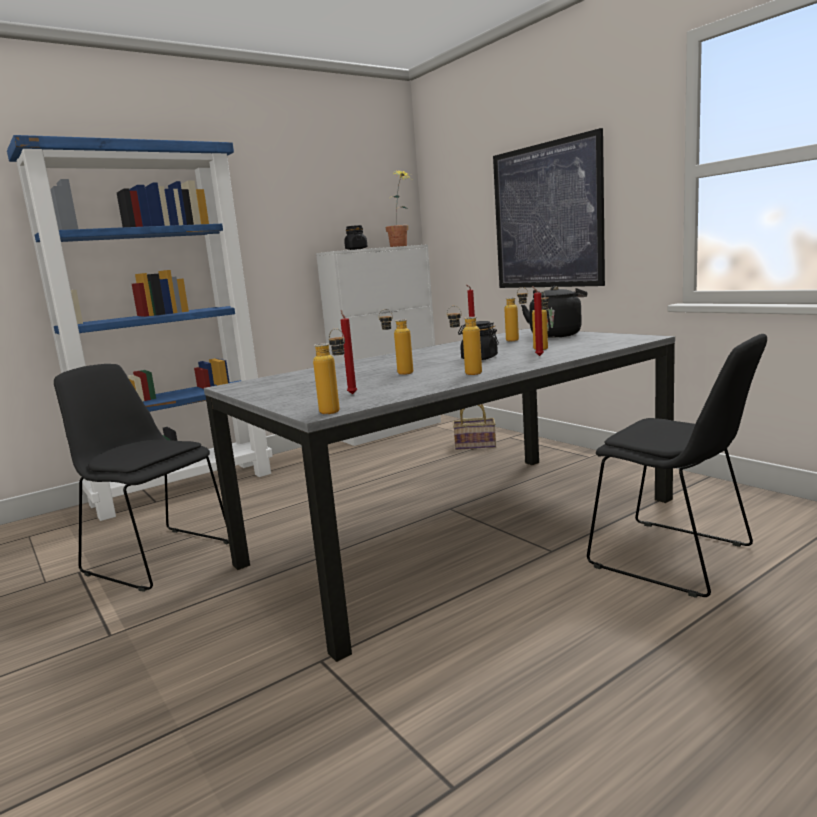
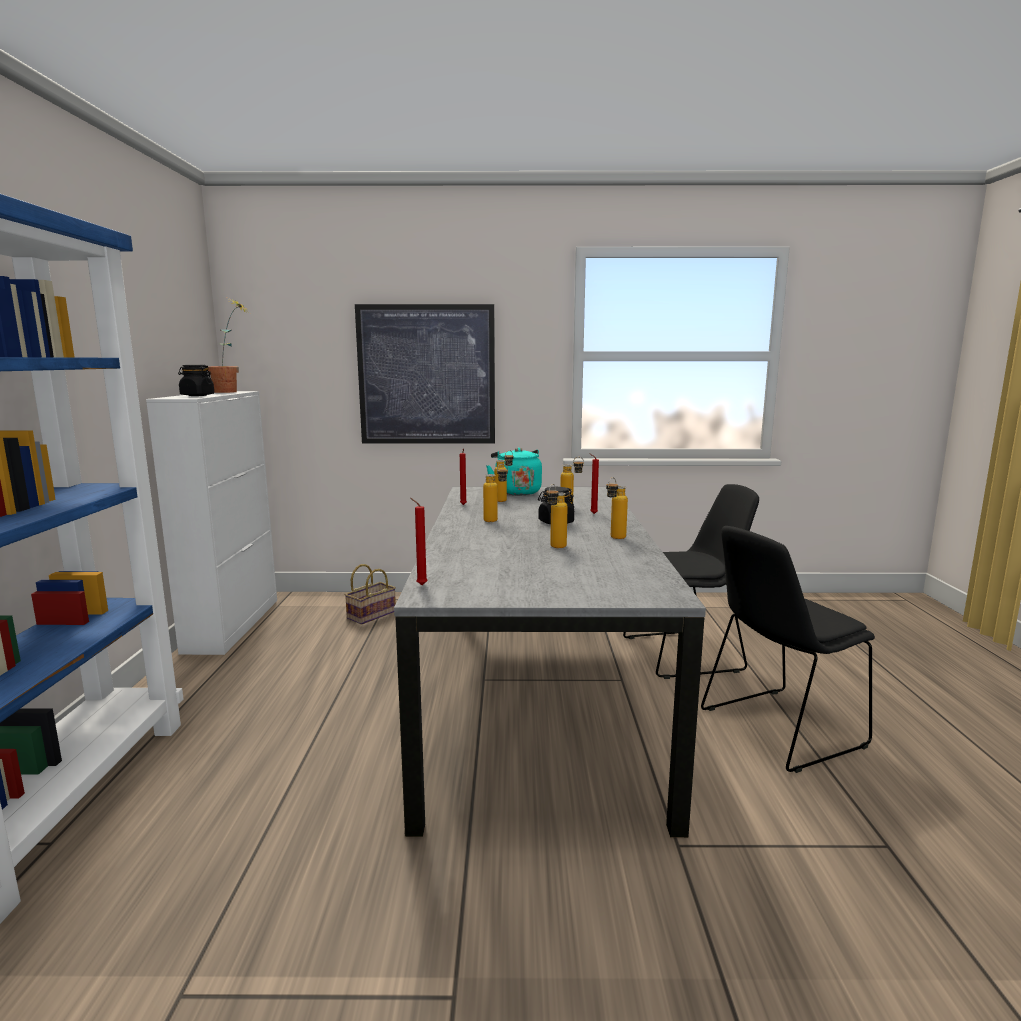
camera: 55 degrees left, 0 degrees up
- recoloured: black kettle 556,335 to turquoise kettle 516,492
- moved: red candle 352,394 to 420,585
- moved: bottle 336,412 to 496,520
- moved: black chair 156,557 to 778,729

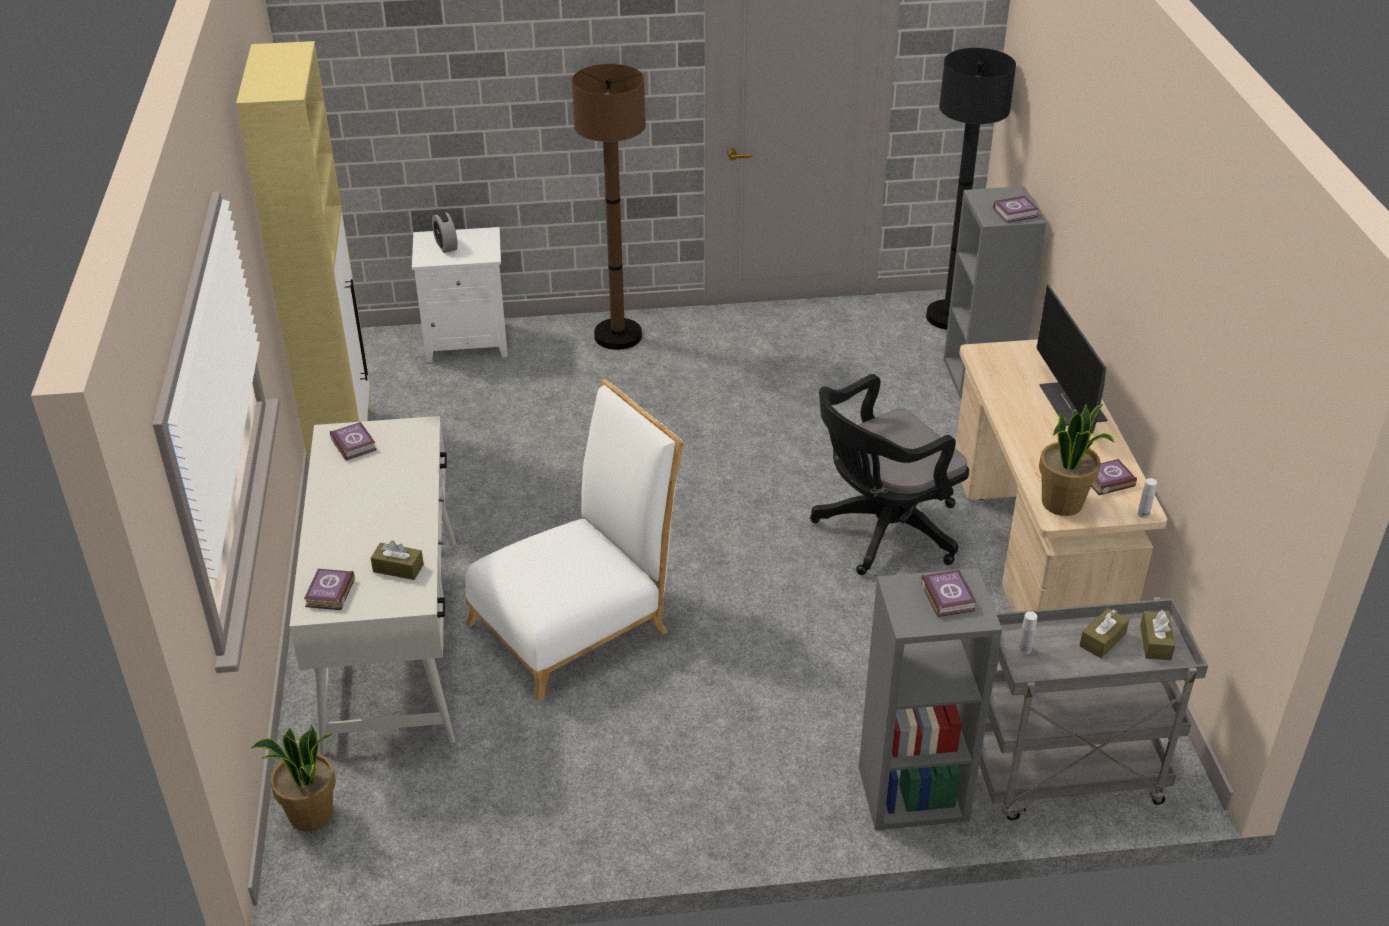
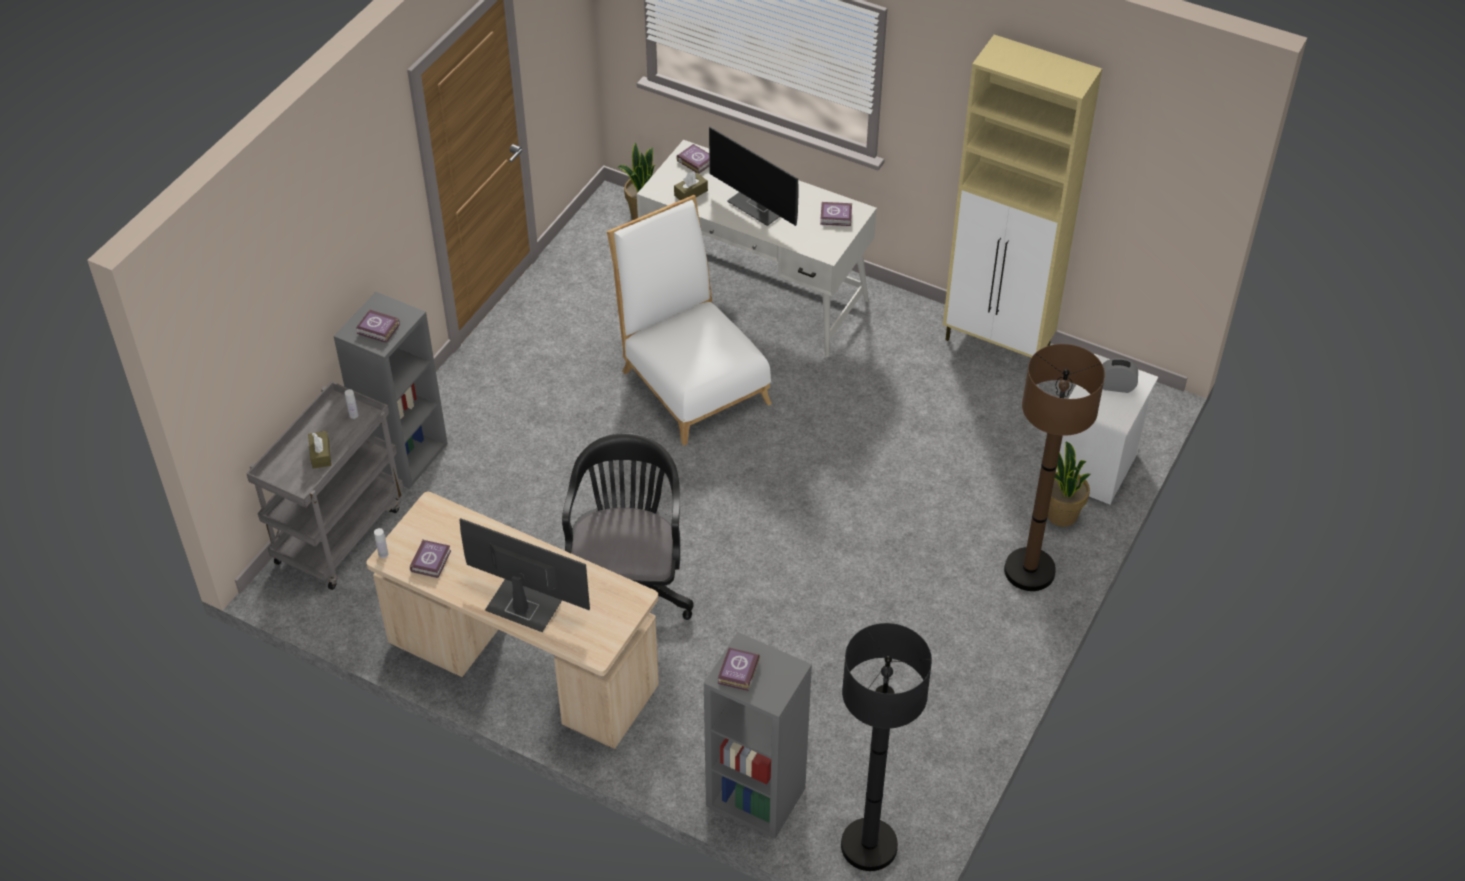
camera: 125 degrees right, 10 degrees up
- turned: white chair 578,622 = 691,380 150 degrees clockwise
- moved: potted plant 1063,503 to 1061,515
- removed: brown tissue box 1155,642
- added: monitor 760,206

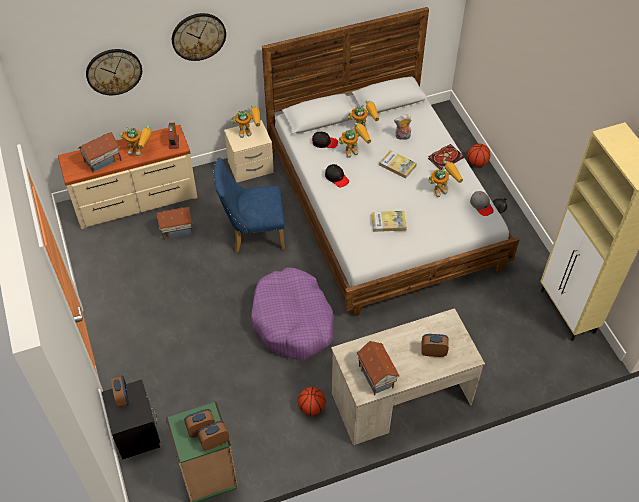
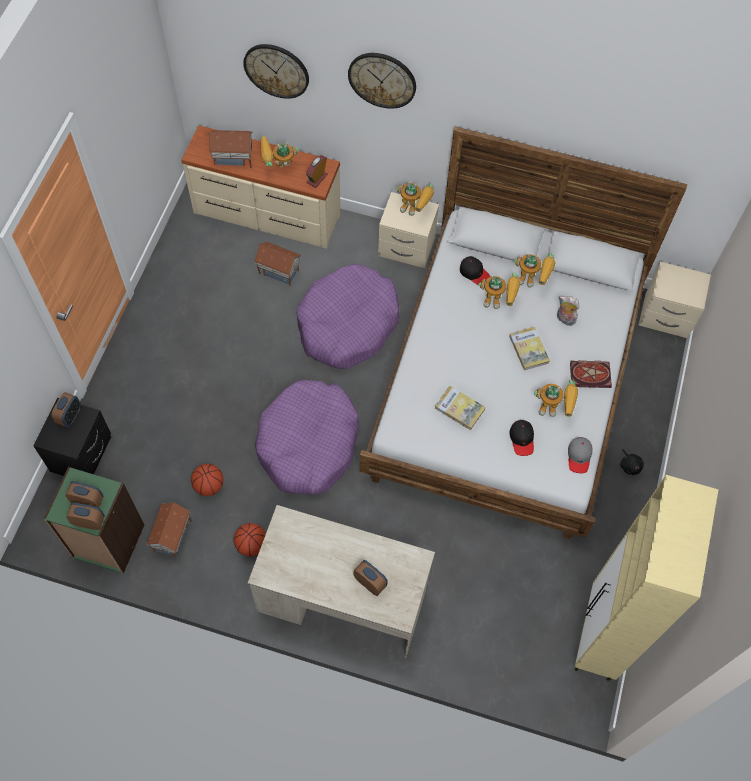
camera: 35 degrees right, 10 degrees up
- turned: toy robot 141,151 = 277,168 120 degrees clockwise
- moved: basketball 477,162 to 209,485
- replaced: blue chair 253,234 to purple dog bed 347,324
- moved: black cap 336,178 to 522,439
- moved: toy house 377,375 to 173,536
- added: beige nightstand 665,317

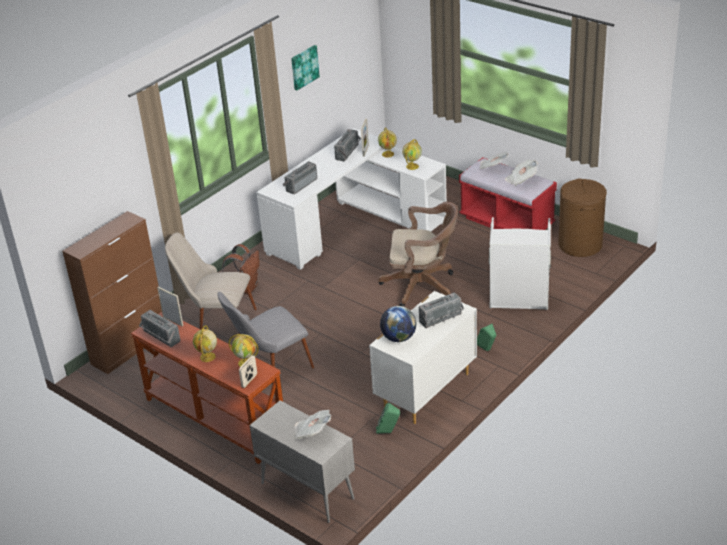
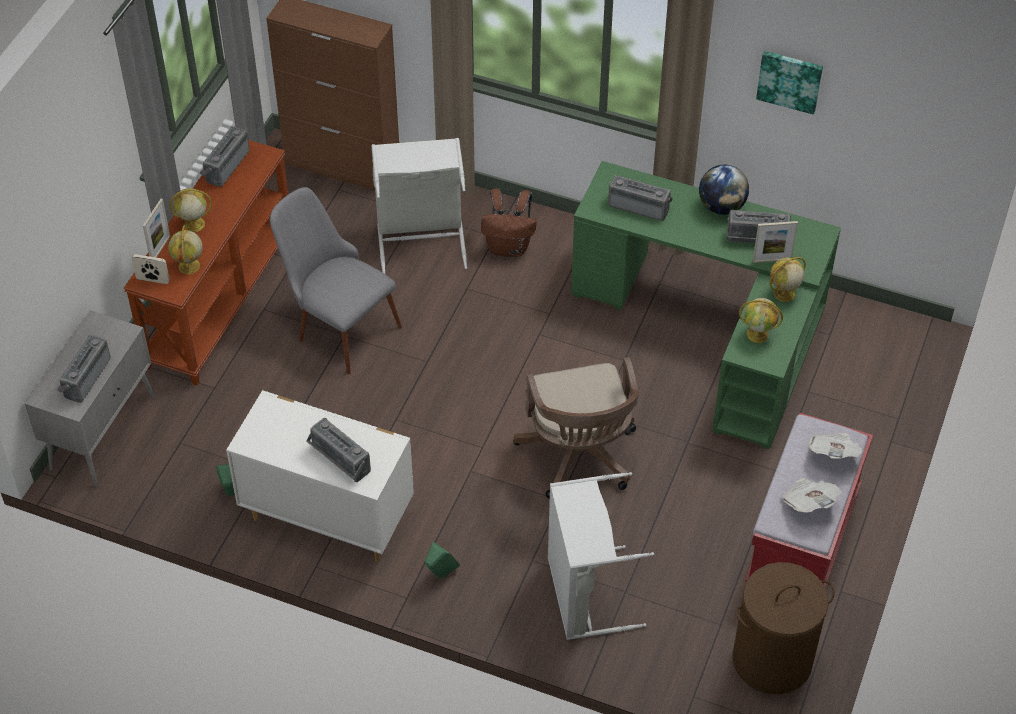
camera: 70 degrees right, 15 degrees up
- recoloured: white desk 352,225 to green desk 713,328
- replaced: beige chair 217,322 to grey laundry basket 421,239
- moved: picture frame 173,321 to 160,249
- moved: globe 398,338 to 721,206
- replaced: newspaper 312,432 to radio 84,377

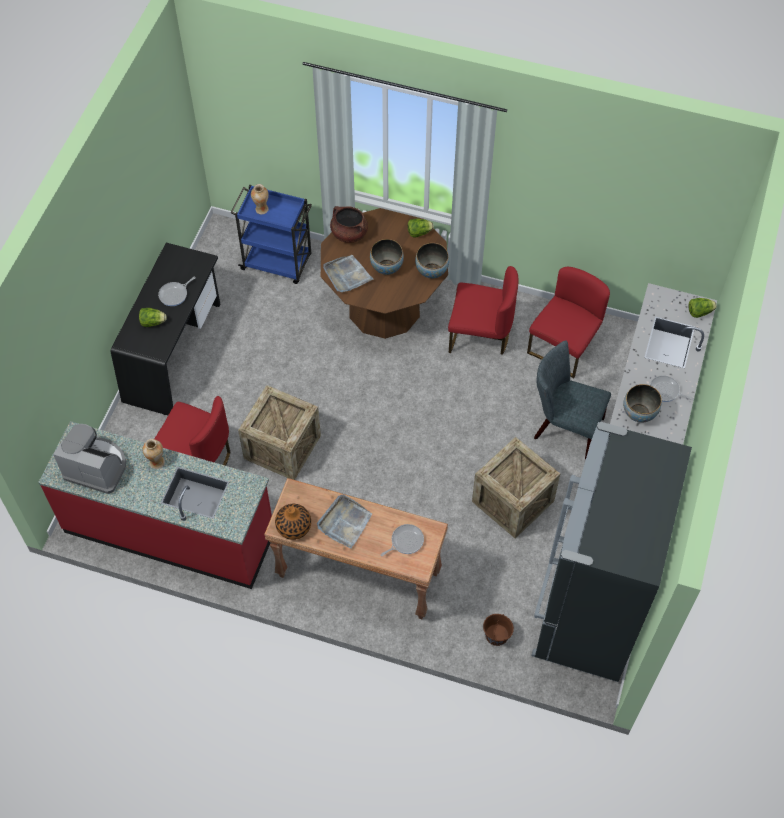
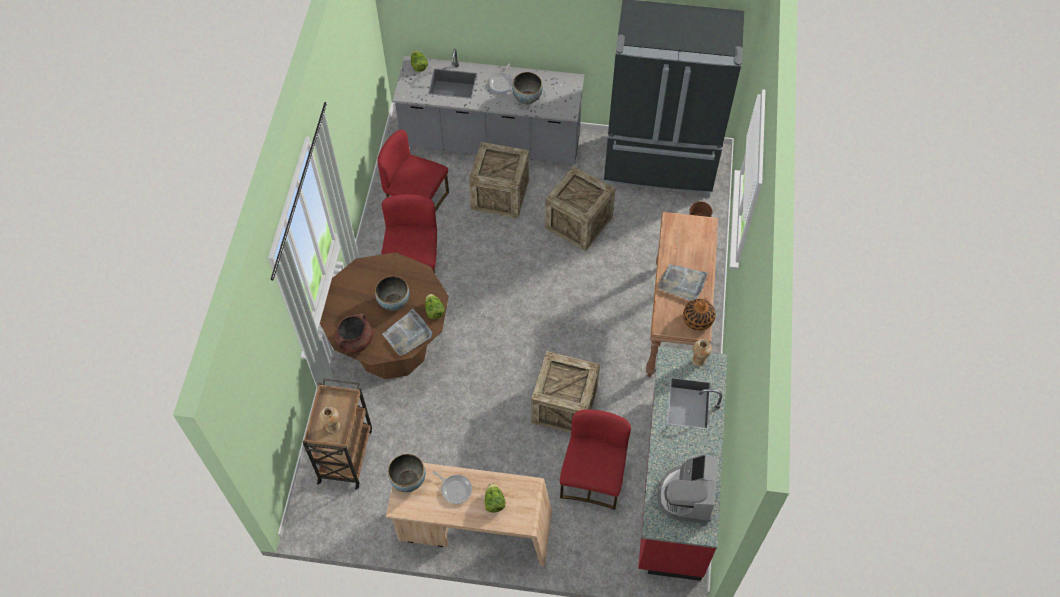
camera: 100 degrees left, 0 degrees up
- recoloured: blue cart 278,263 to brown cart 346,454
- moved: lettuce 419,232 to 434,311
- recoloured: black desk 175,353 to beige desk 474,529
- moved: bowl 431,271 to 408,480
- replaced: grey chair 564,427 to crate 500,195
- moved: vase 157,462 to 699,360
- removed: frying pan 405,541

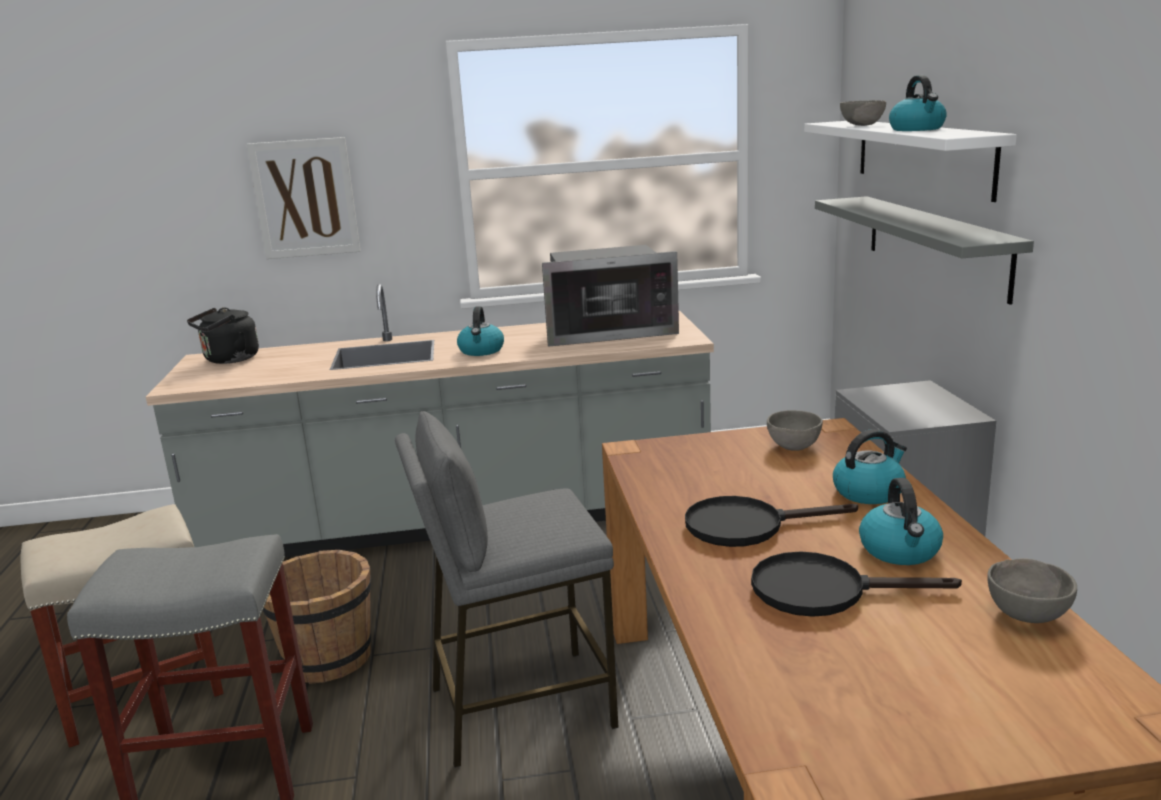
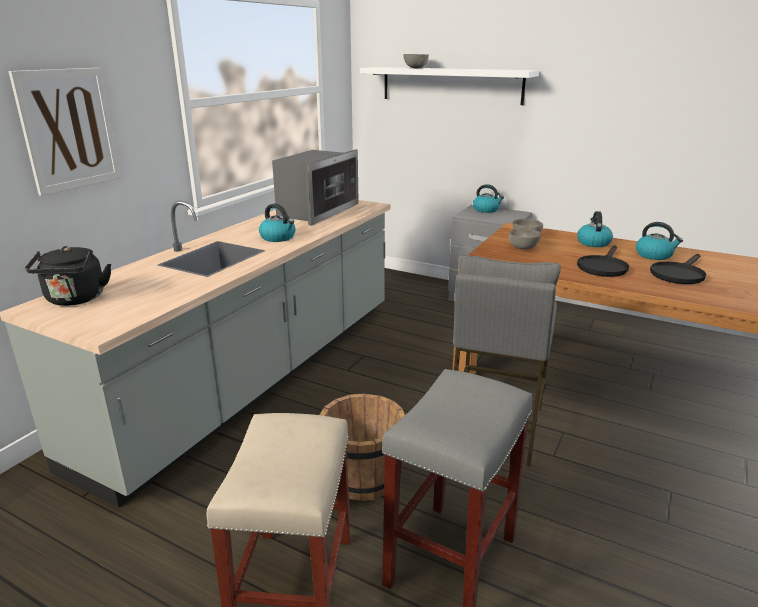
camera: 55 degrees left, 5 degrees up
- moved: kettle 917,129 to 486,210
- removed: grey shelf 934,244
- moved: grey bowl 1028,615 to 523,248

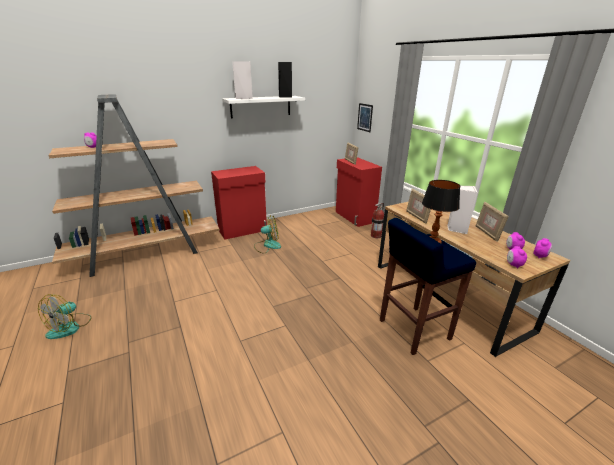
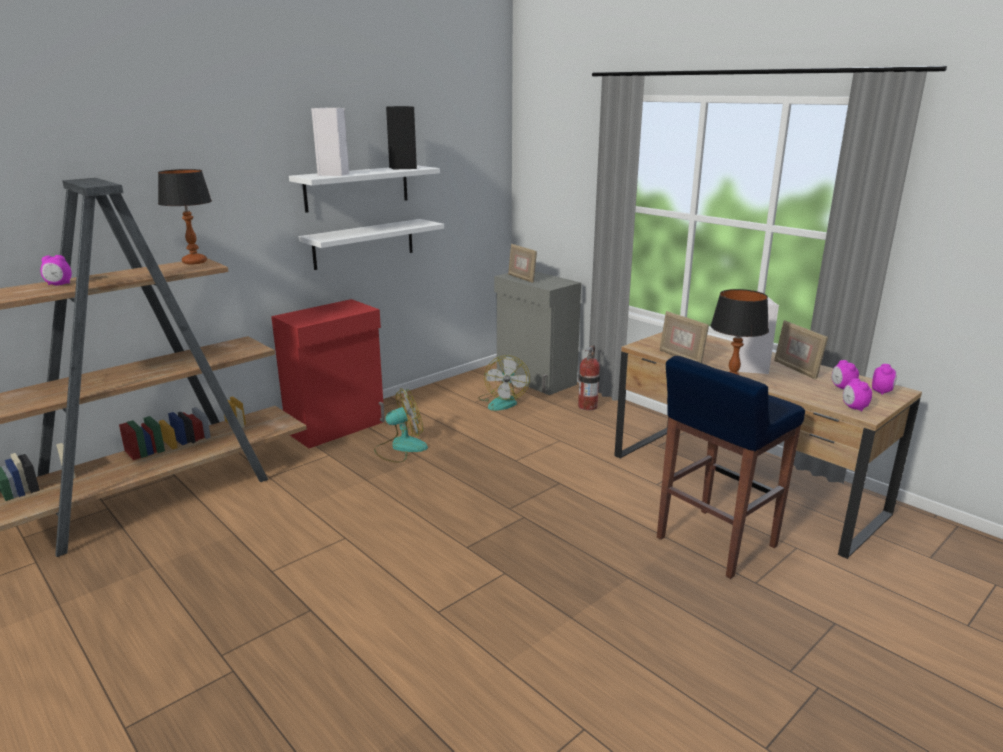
camera: 15 degrees left, 5 degrees down
- removed: picture 365,117
- recoloured: red cabinet 354,217 to grey cabinet 535,379
- moved: fan 70,327 to 502,401
- added: table lamp 194,262
- added: white shelf 364,244

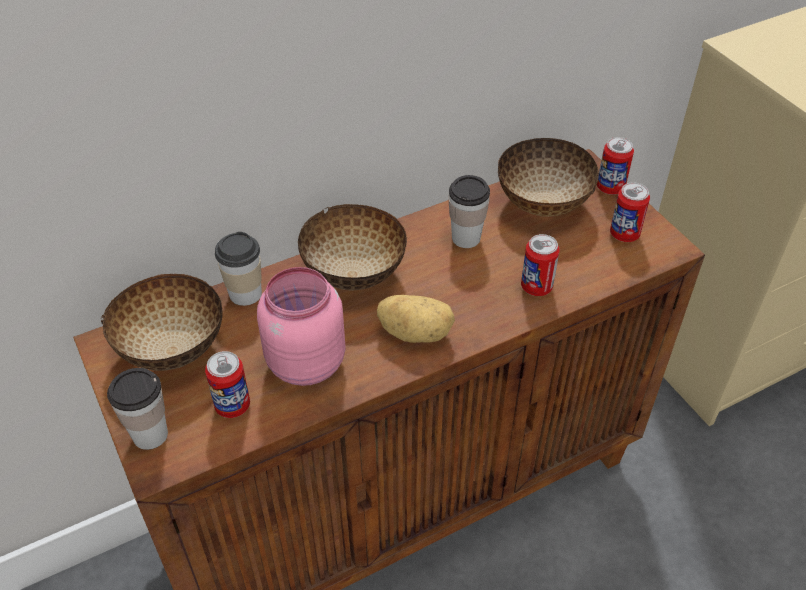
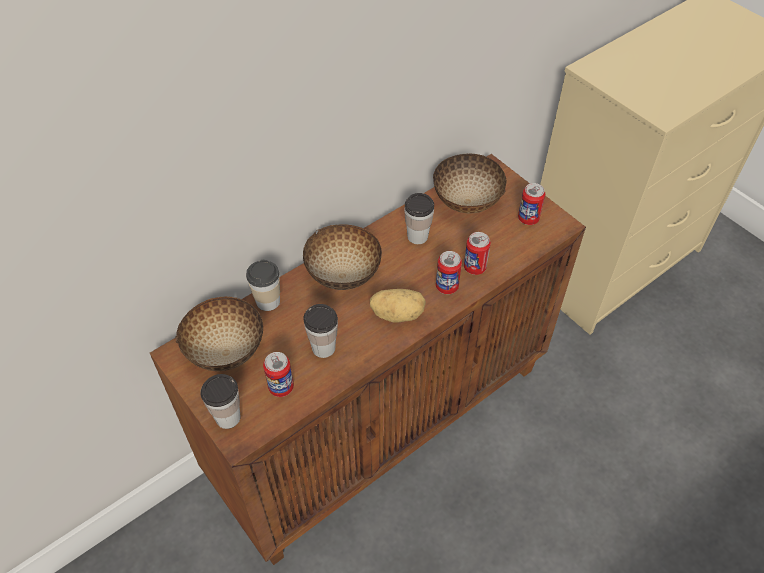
camera: 10 degrees left, 5 degrees up
- moved: can 610,188 to 447,286
- replaced: pink jar 303,362 to cup 323,348

